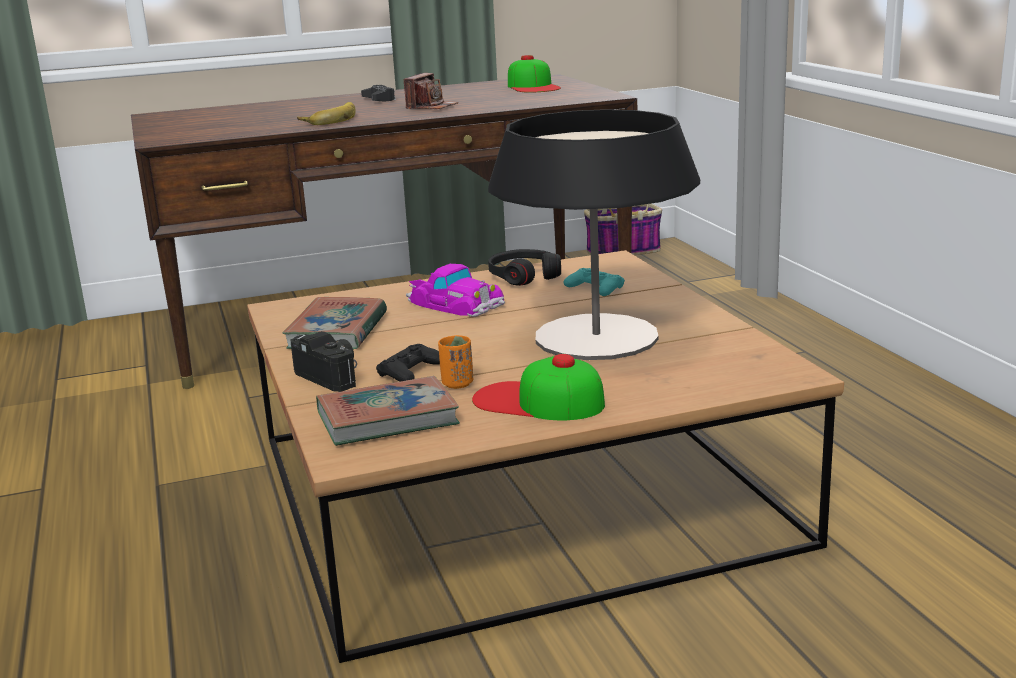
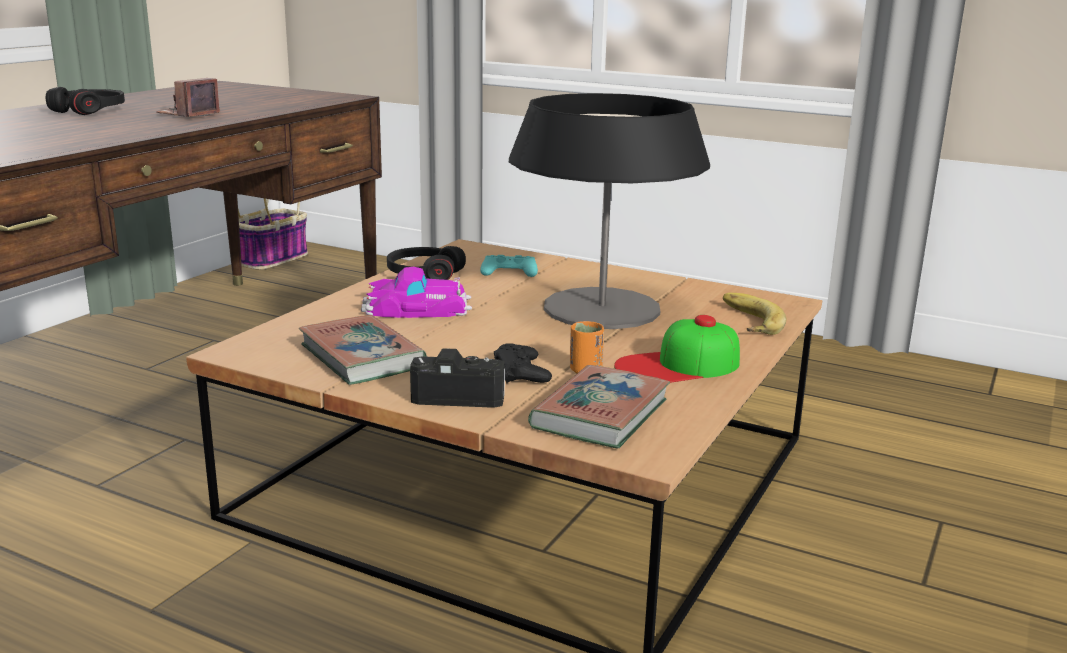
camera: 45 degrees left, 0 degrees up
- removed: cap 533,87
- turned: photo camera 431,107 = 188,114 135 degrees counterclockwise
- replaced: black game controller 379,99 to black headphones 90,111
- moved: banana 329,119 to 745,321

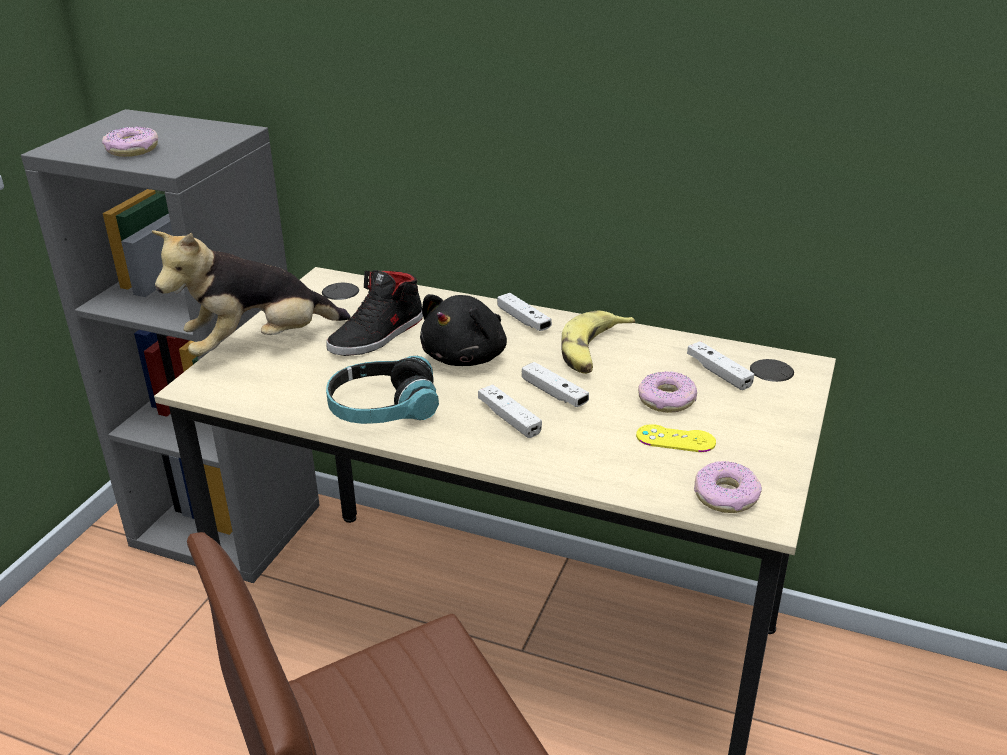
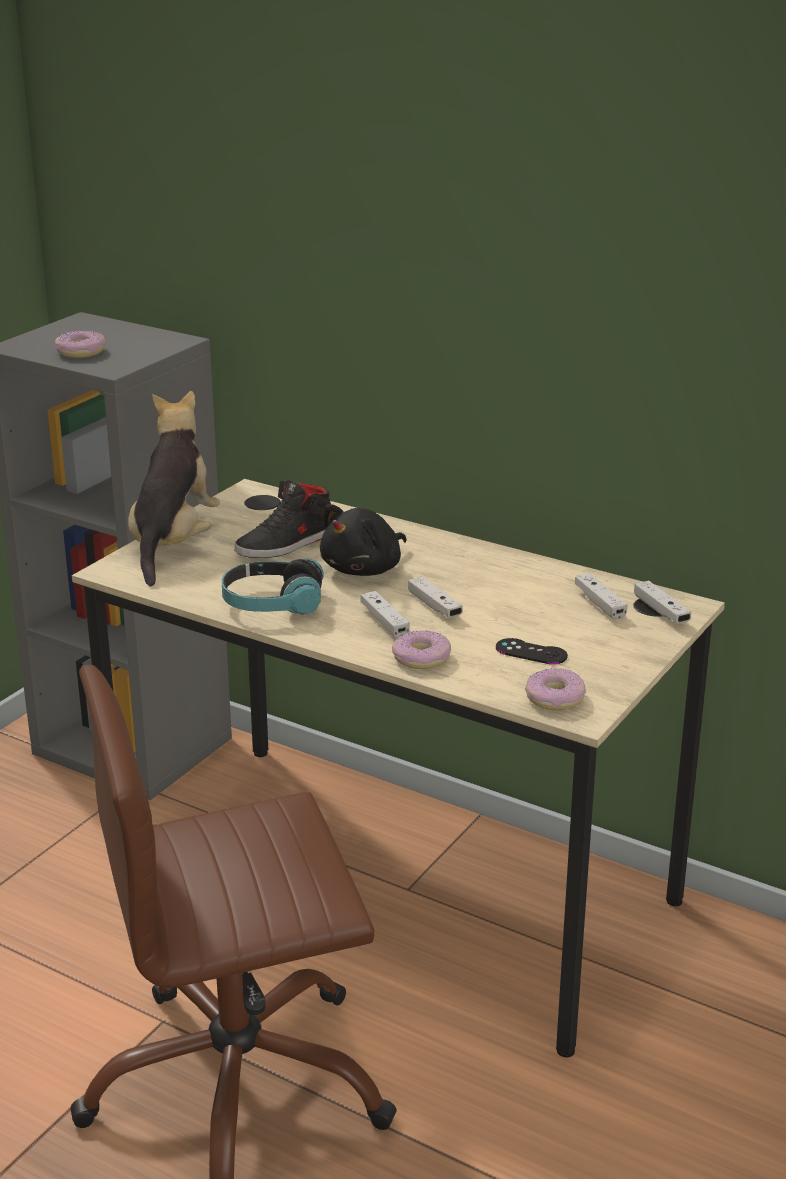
camera: 10 degrees right, 5 degrees down
- turned: plush toy 259,345 = 173,543 120 degrees clockwise
- moved: white game controller 523,320 to 661,611
- removed: banana 593,352
- moved: donut 667,400 to 422,658
- recoloured: yellow game controller 675,439 to black game controller 531,652

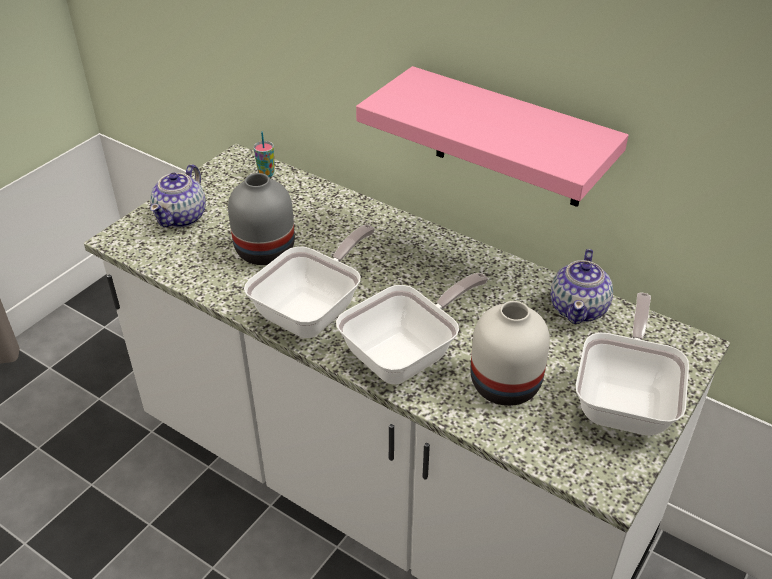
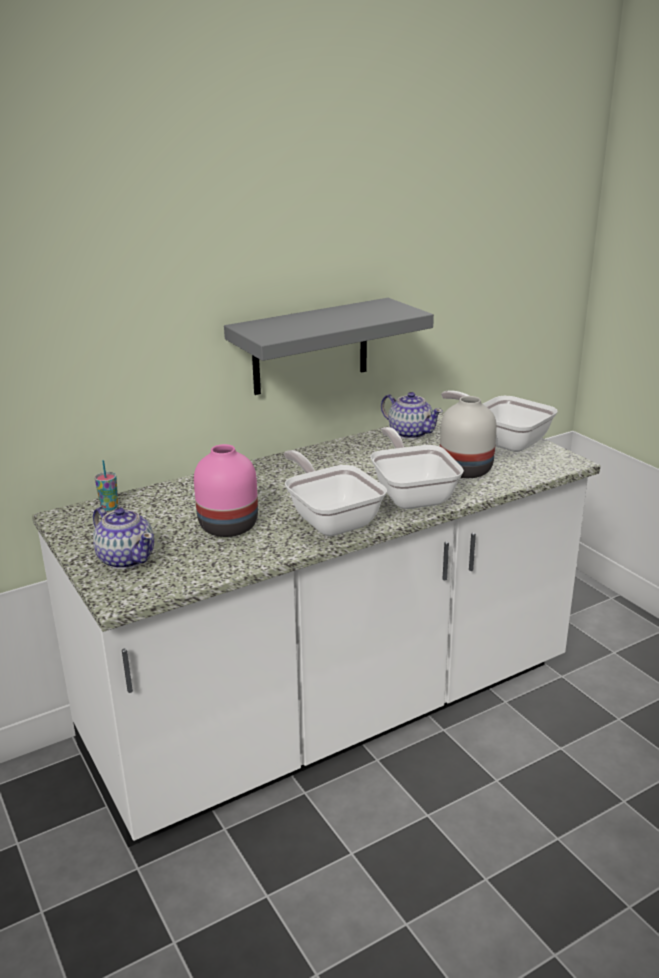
camera: 65 degrees left, 15 degrees down
- recoloured: pink shelf 509,139 to grey shelf 310,347
- recoloured: grey vase 264,250 to pink vase 226,526

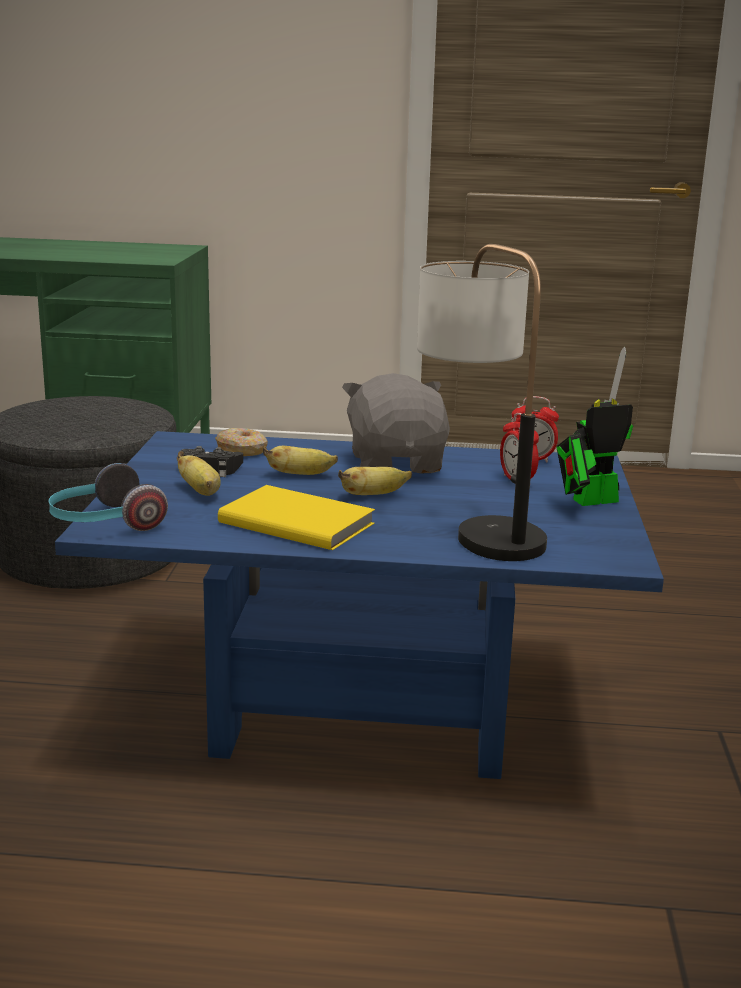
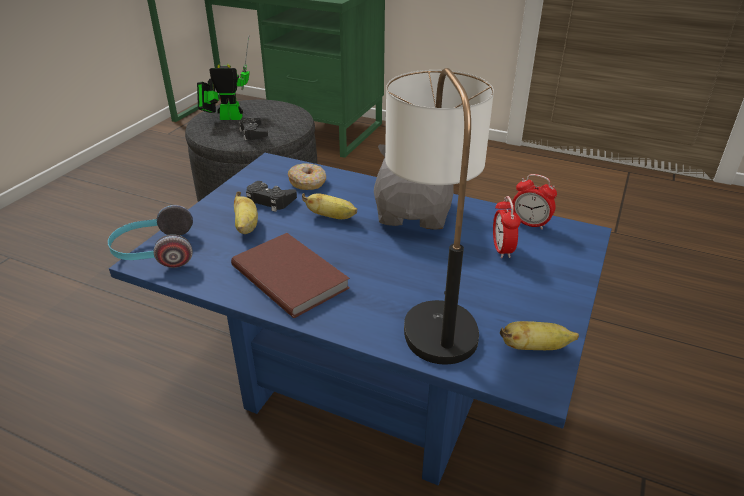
camera: 20 degrees right, 15 degrees up
- moved: toy robot 589,501 to 227,117
- moved: banana 373,495 to 534,348
- recoloured: yellow book 297,522 to brown book 291,275
- added: black game controller 253,133

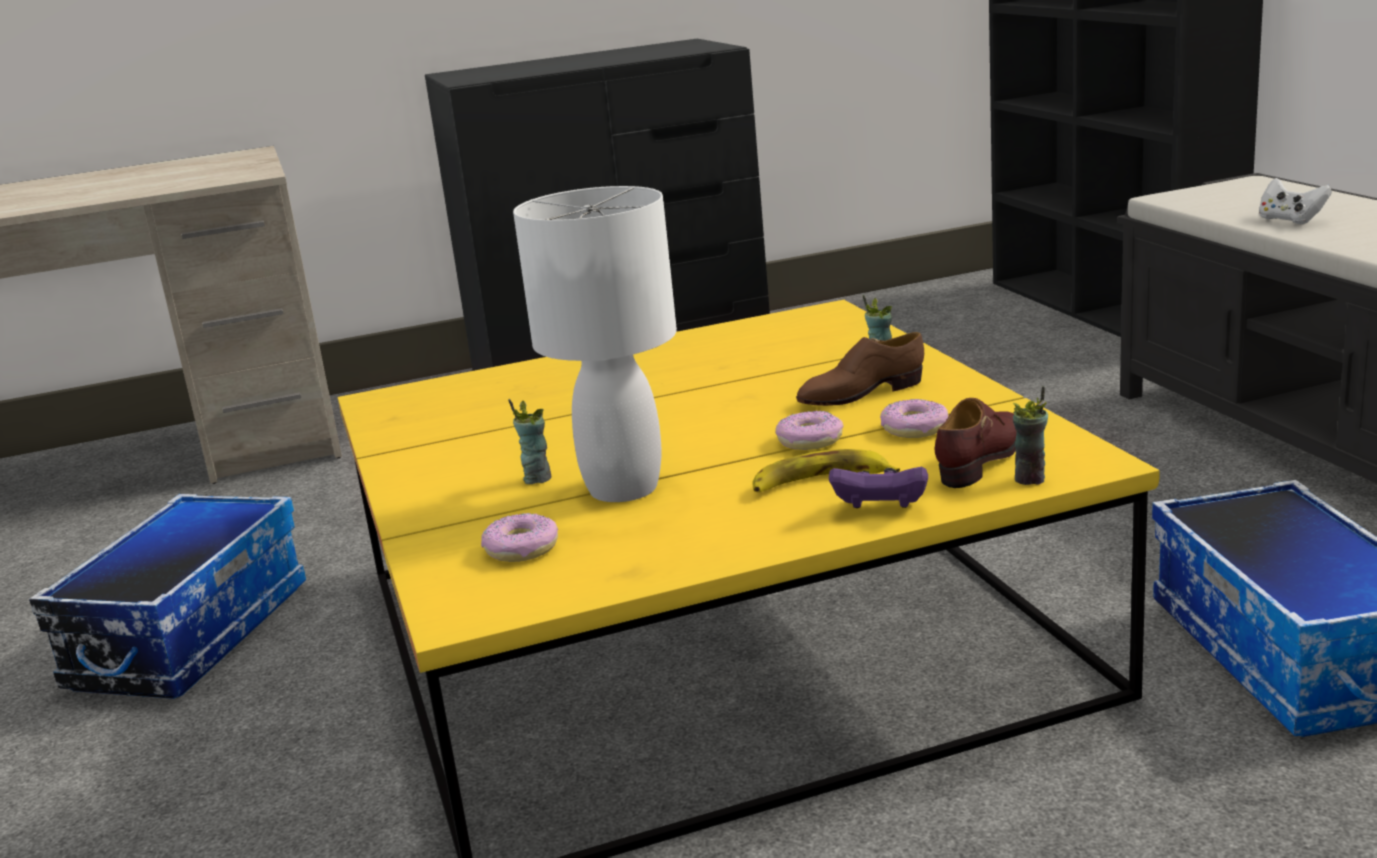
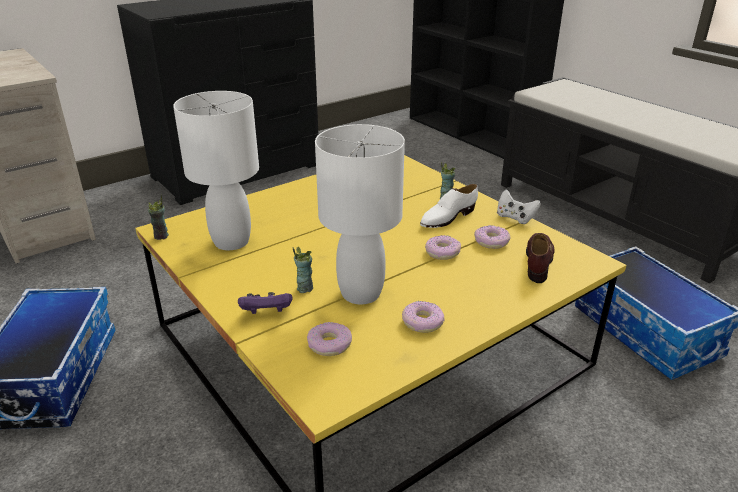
camera: 20 degrees left, 10 degrees up
- moved: white game controller 1290,220 to 515,218
- recoloured: brown shoe 860,393 to white shoe 447,217
- moved: cup 1030,479 to 161,236
- removed: banana 820,482
- moved: purple game controller 880,509 to 267,313
- added: white table lamp 230,241
- added: donut 422,322

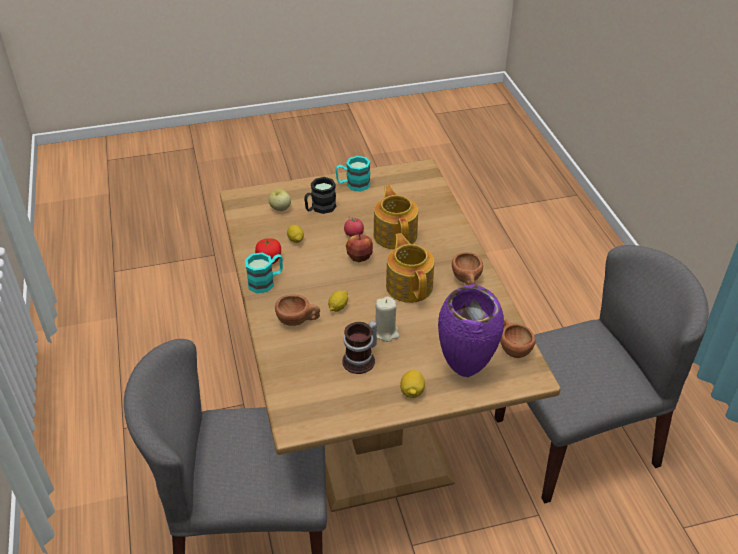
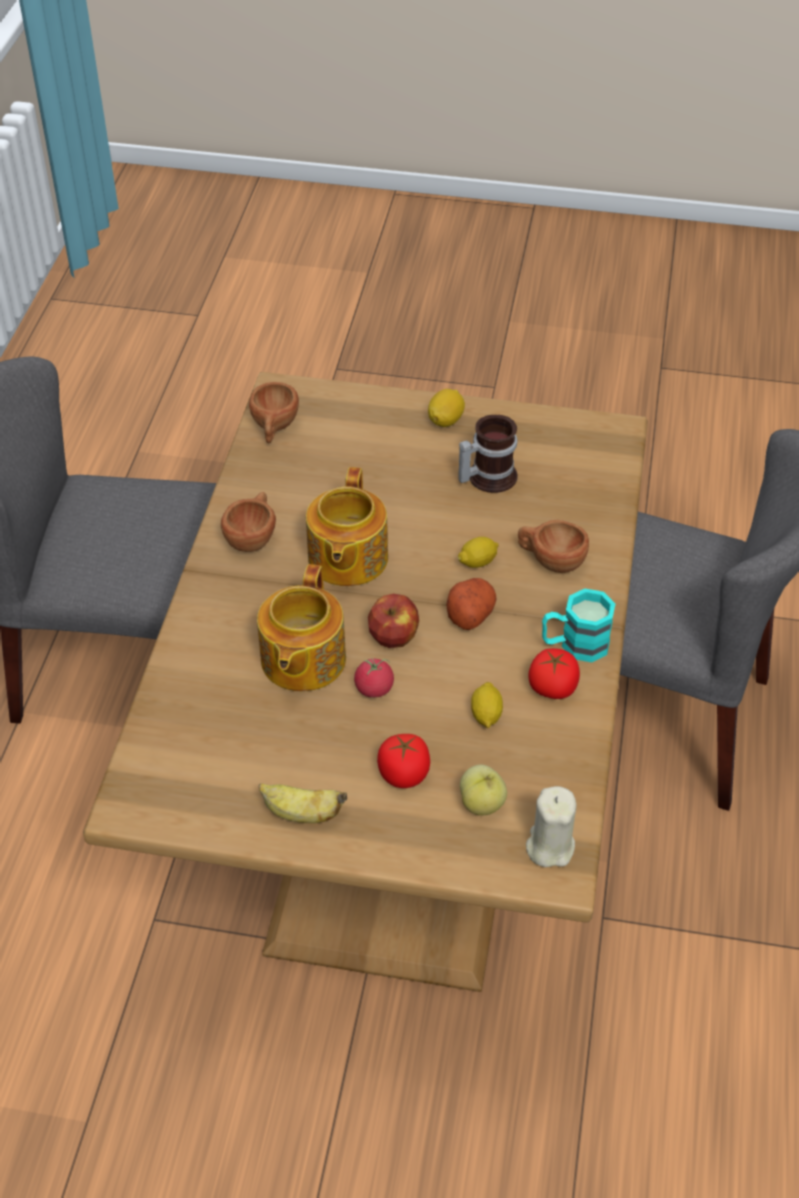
camera: 155 degrees left, 5 degrees up
- replaced: turquoise mug 353,184 to banana 301,814
- replaced: black mug 319,208 to tomato 404,774
- removed: purple vase 466,372
- moved: beige candle 386,332 to 549,846
- added: potato 470,613

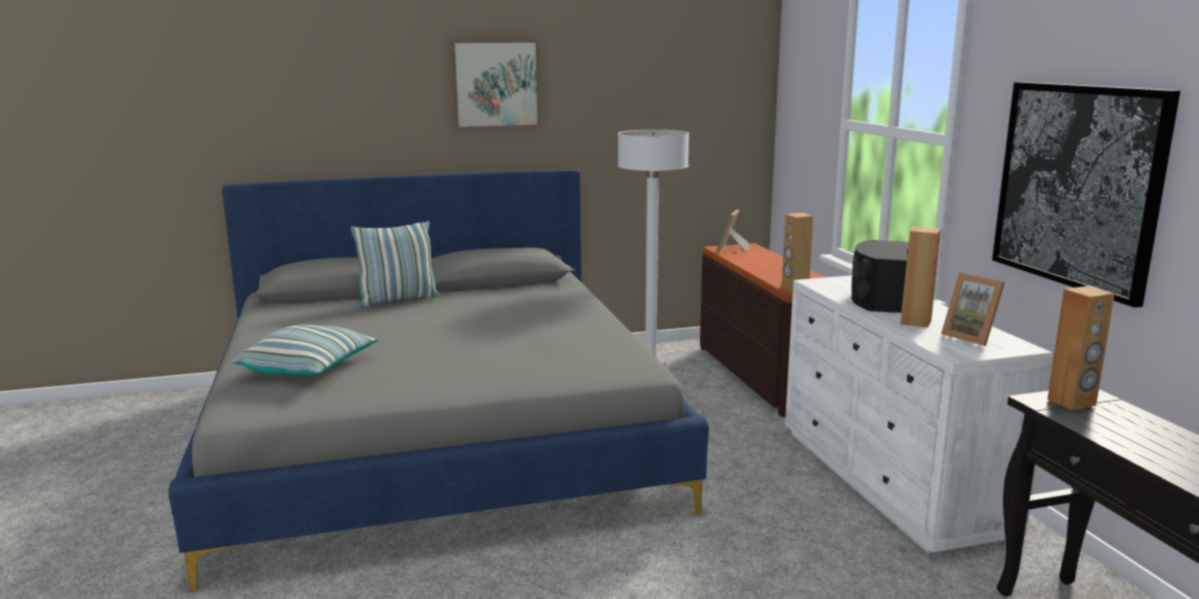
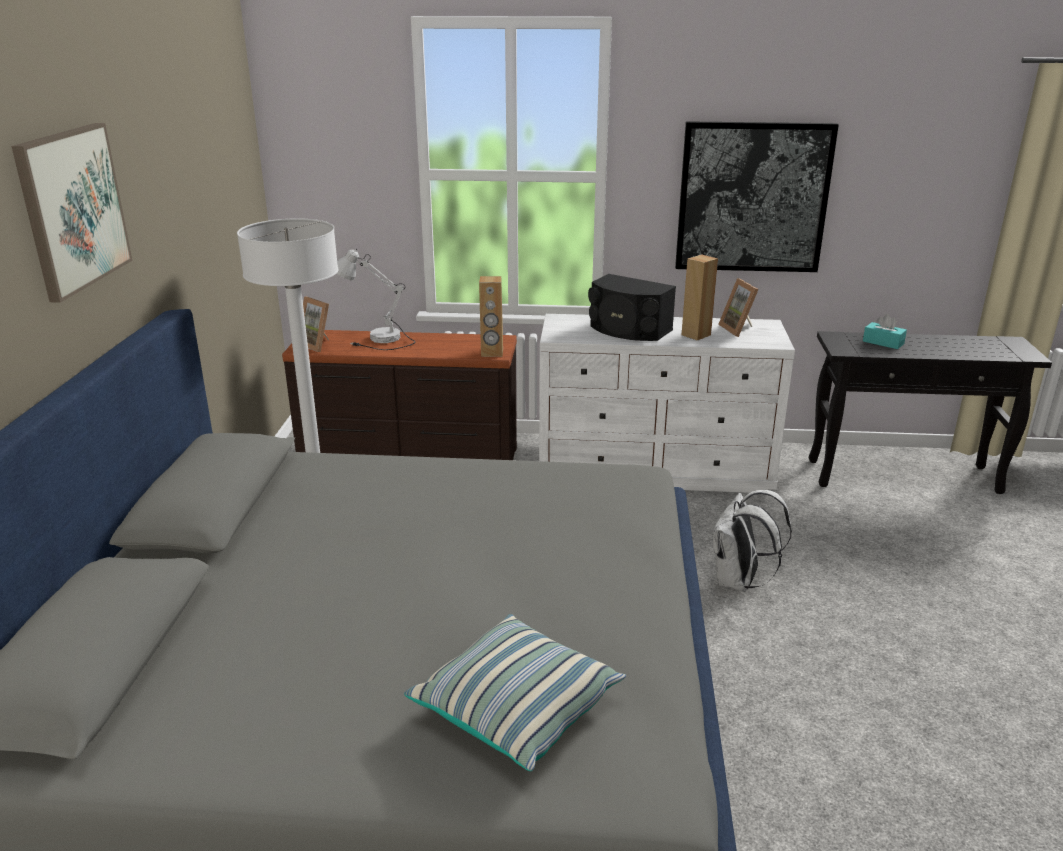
camera: 70 degrees left, 10 degrees up
- removed: pillow 398,300
- turned: picture frame 971,337 = 739,329 90 degrees clockwise
- removed: brown speaker 1072,402
- added: white table lamp 377,341
- added: turquoise tissue box 883,342
- added: white backpack 739,582

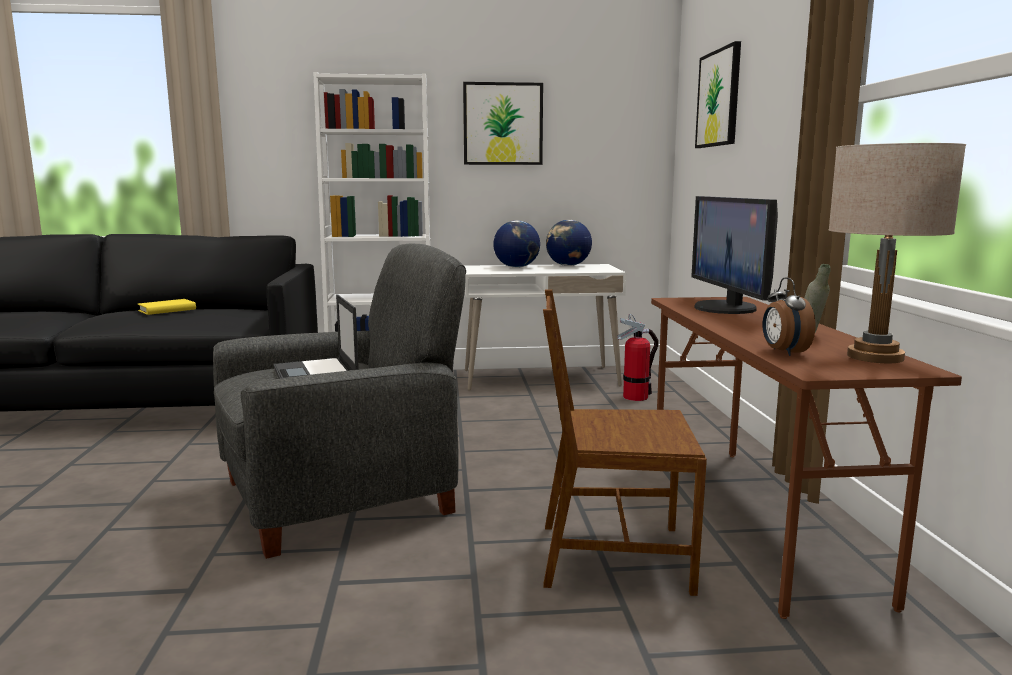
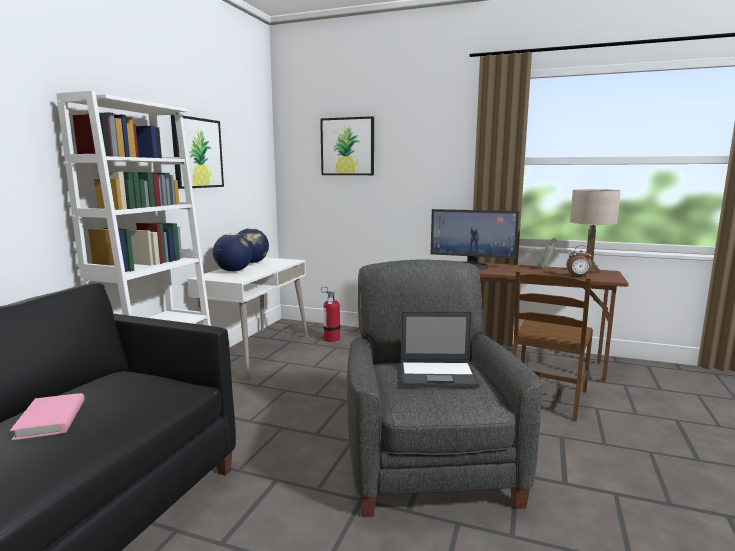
camera: 65 degrees left, 0 degrees up
- recoloured: yellow book 167,310 to pink book 51,419

